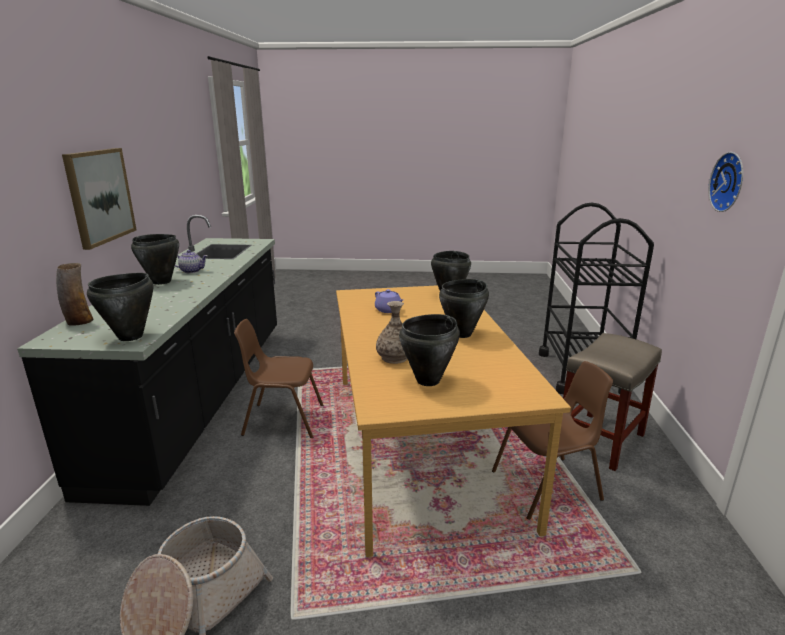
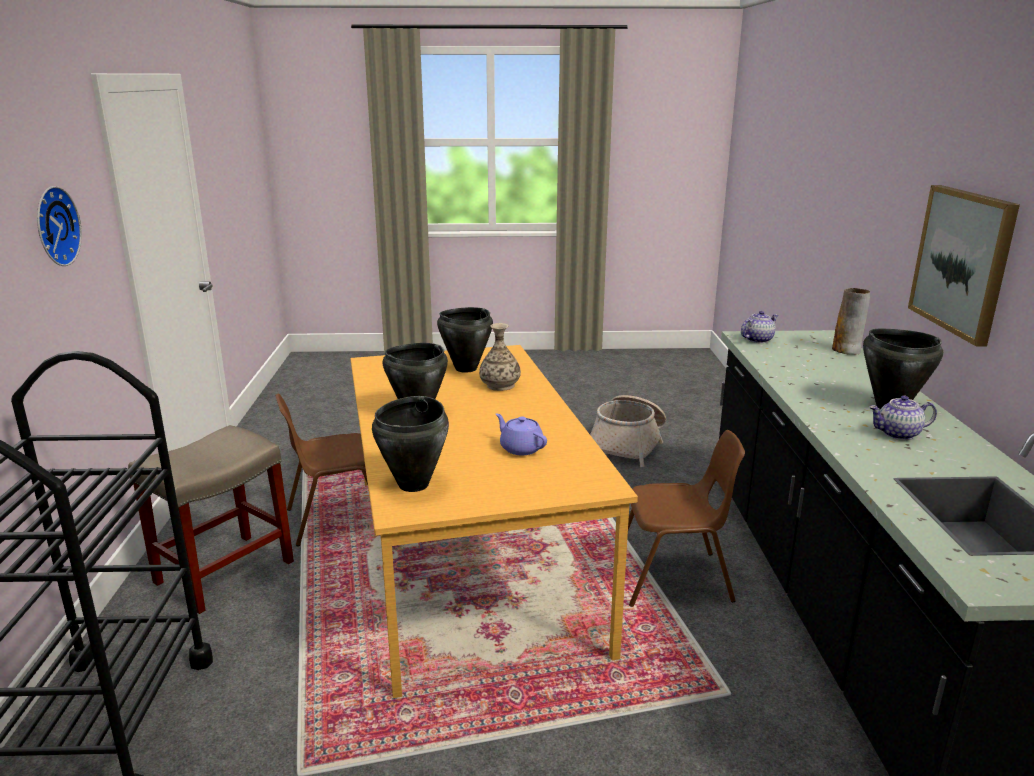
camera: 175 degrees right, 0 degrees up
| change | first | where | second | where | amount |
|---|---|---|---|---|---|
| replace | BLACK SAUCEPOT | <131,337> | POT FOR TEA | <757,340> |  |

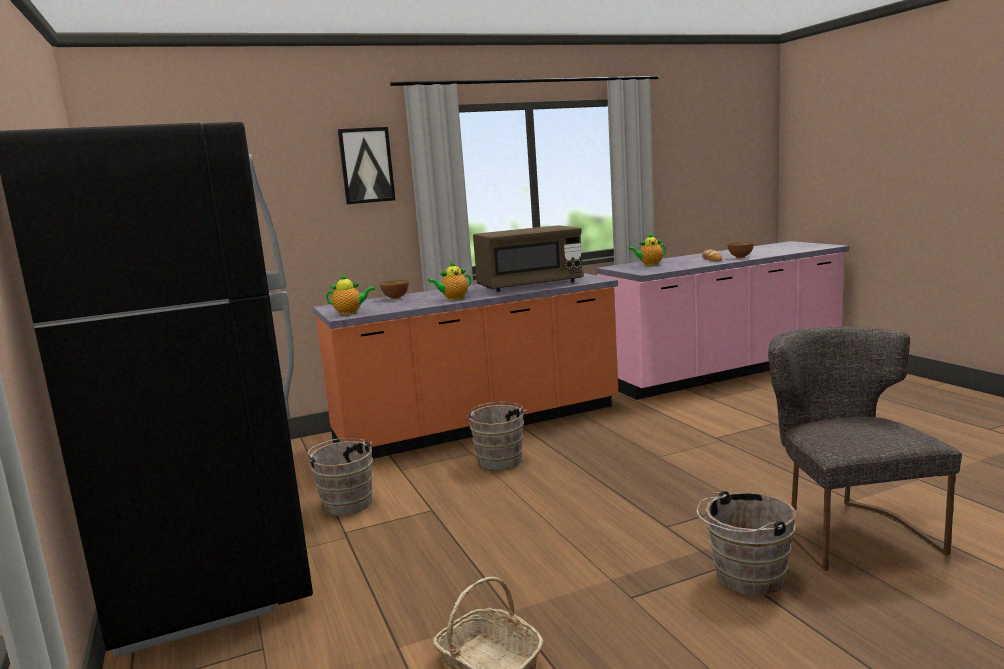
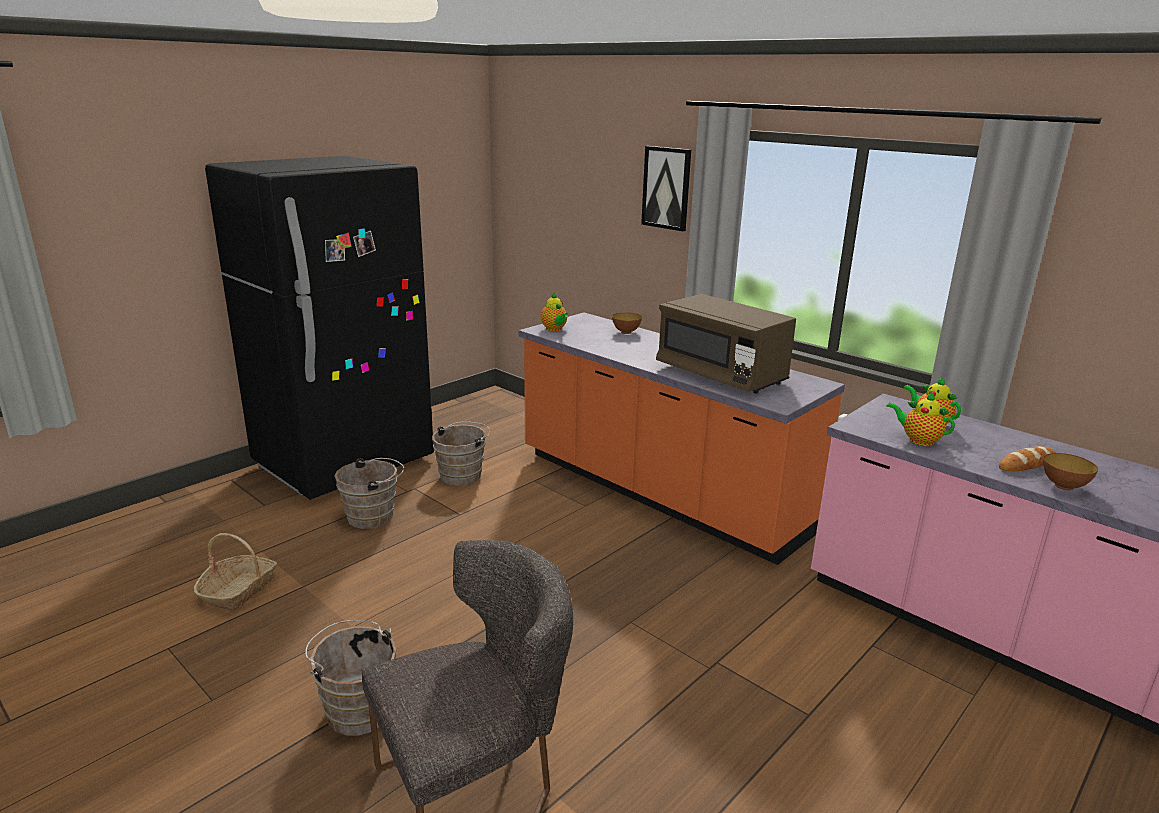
camera: 65 degrees right, 10 degrees up
| change | first | where | second | where | amount |
|---|---|---|---|---|---|
| move | BROWN-COLOURED WATER BUCKET | <500,459> |  | <374,516> |  |
| move | POT FOR TEA | <453,298> |  | <918,440> |  |

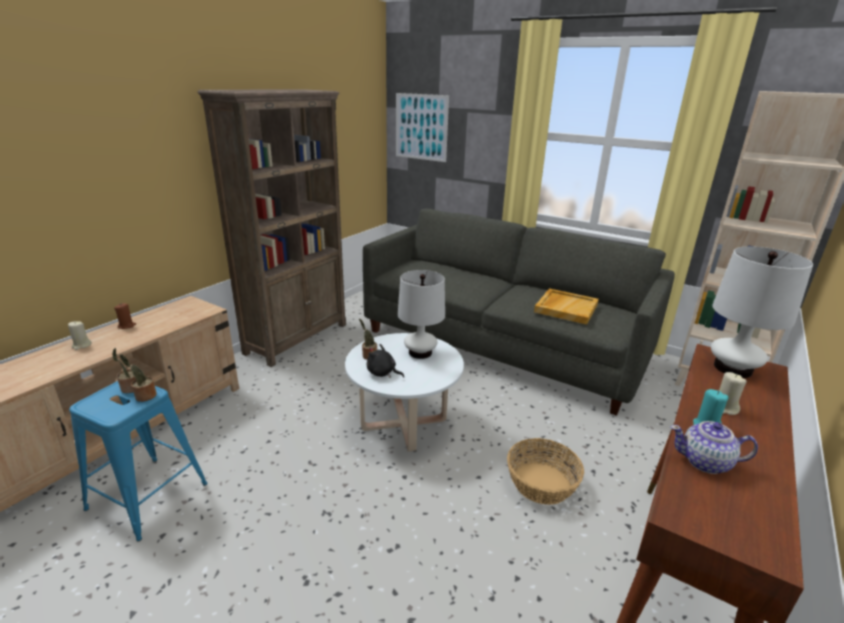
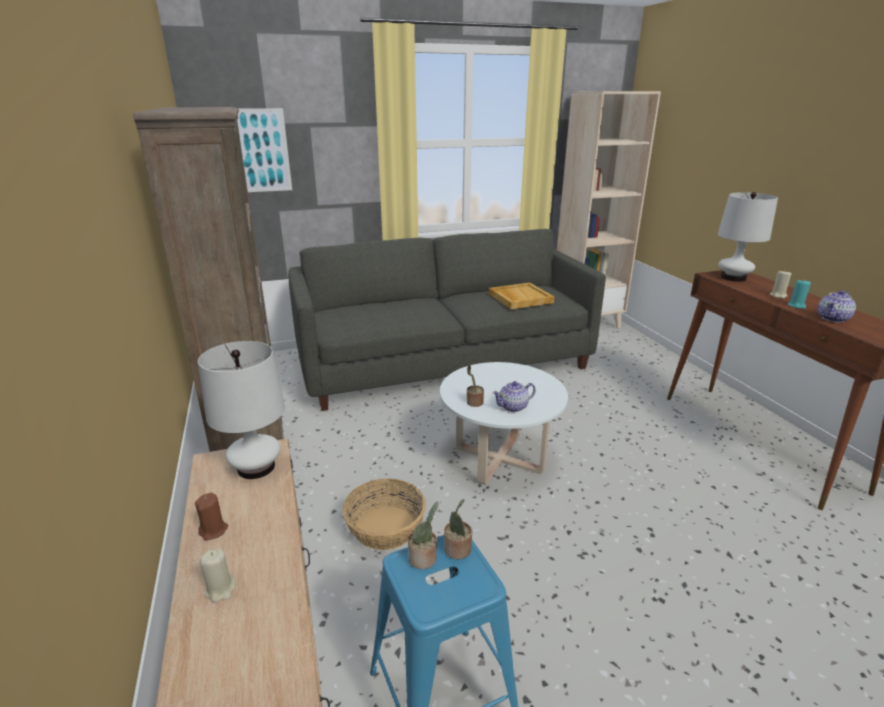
camera: 50 degrees left, 0 degrees up
| change | first | where | second | where | amount |
|---|---|---|---|---|---|
| move | WHITE TABLETOP LAMP | <420,352> |  | <256,467> |  |
| move | HOUSEHOLD BASKET | <541,483> |  | <385,527> |  |
| replace | BLACK PLUSH TOY | <382,373> | POT FOR TEA | <513,407> |  |

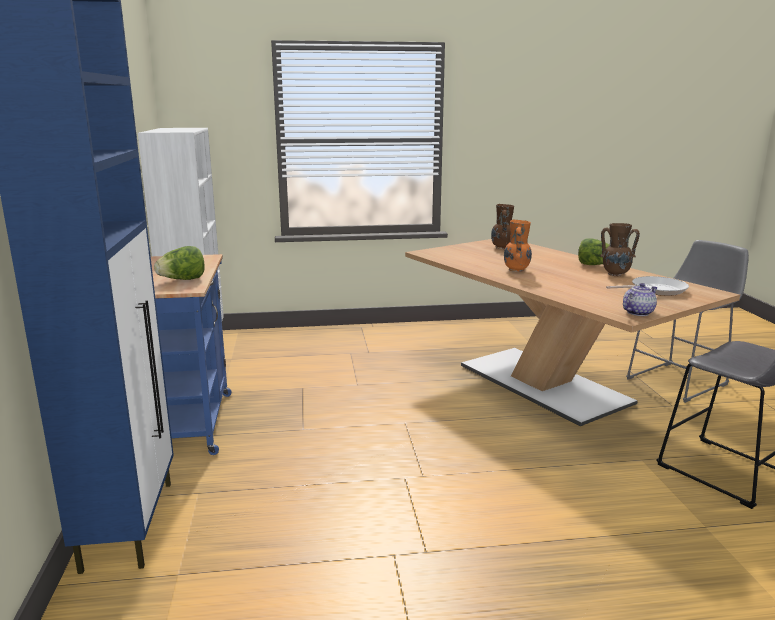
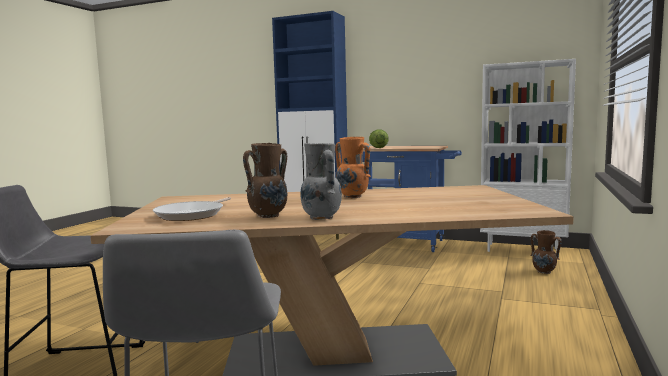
camera: 120 degrees right, 10 degrees down
| change | first | where | second | where | amount |
|---|---|---|---|---|---|
| replace | HEAD OF LETTUCE | <595,265> | GREY VASE | <321,218> |  |
| move | BROWN-COLOURED VASE | <502,248> |  | <544,272> |  |
| delete | POT FOR TEA | <637,312> |  |  |  |

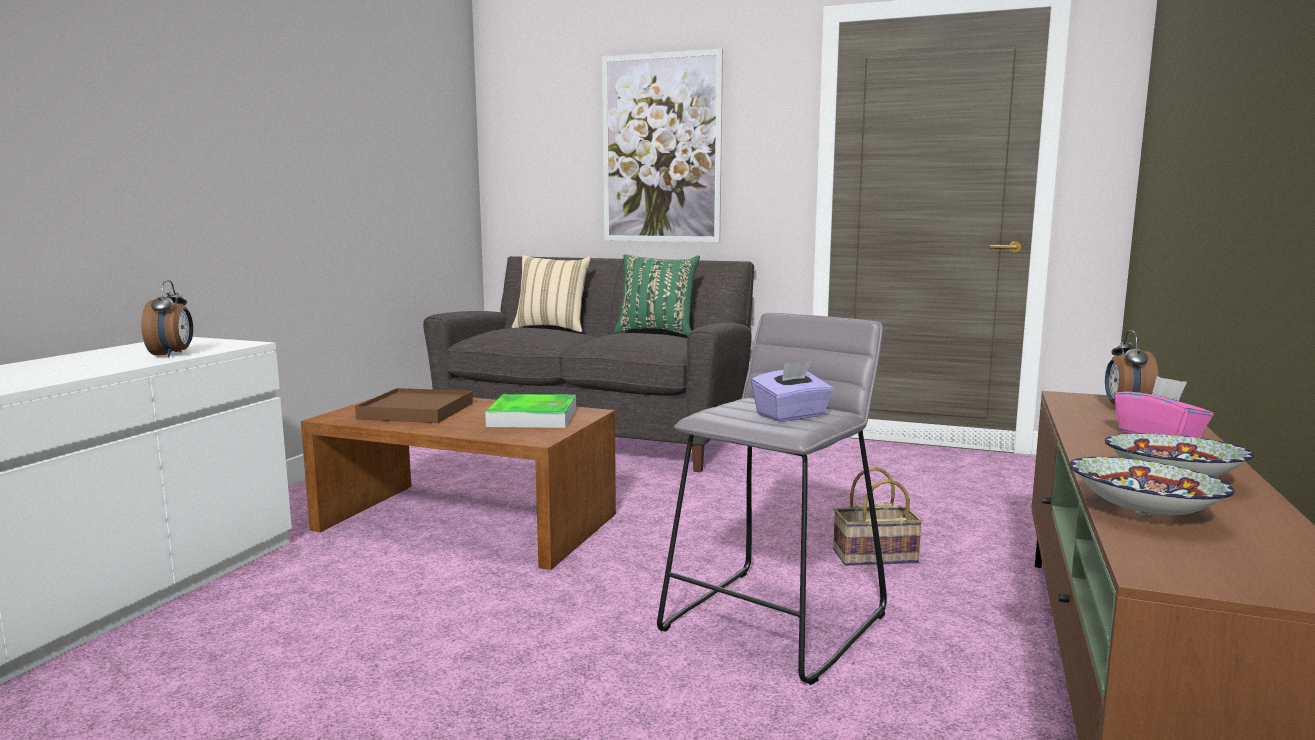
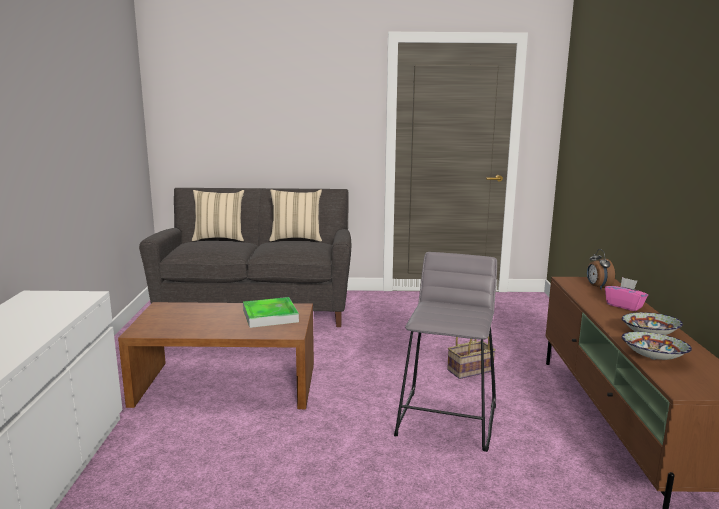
camera: 20 degrees left, 5 degrees up
| change | first | where | second | where | amount |
|---|---|---|---|---|---|
| recolor | GREENISH THROW PILLOW | <657,332> | BEIGE THROW PILLOW | <296,239> |  |
| delete | TABLE CLOCK | <172,354> |  |  |  |
| delete | BROWN-COLOURED SERVING TRAY | <416,411> |  |  |  |
| delete | WALL PICTURE | <661,149> |  |  |  |
| delete | PURPLE TISSUE BOX | <791,416> |  |  |  |

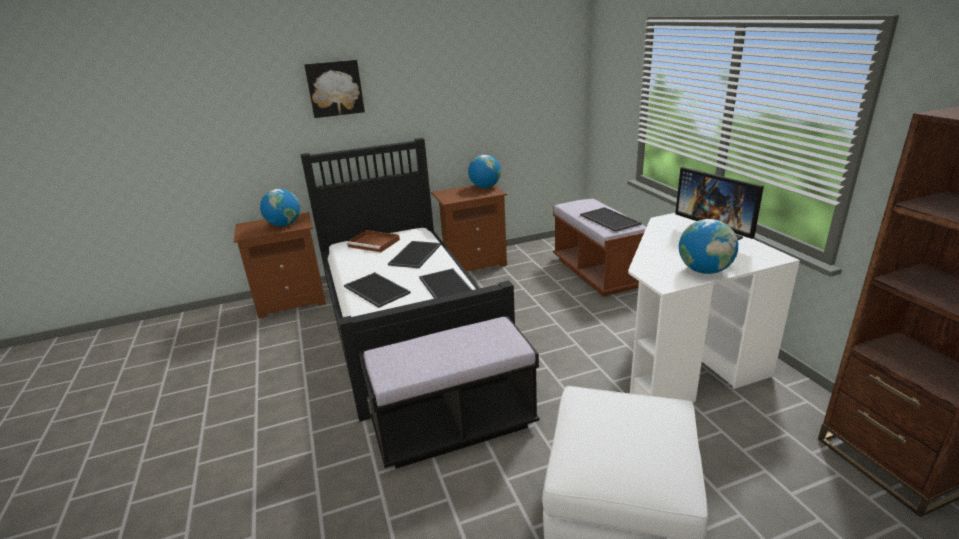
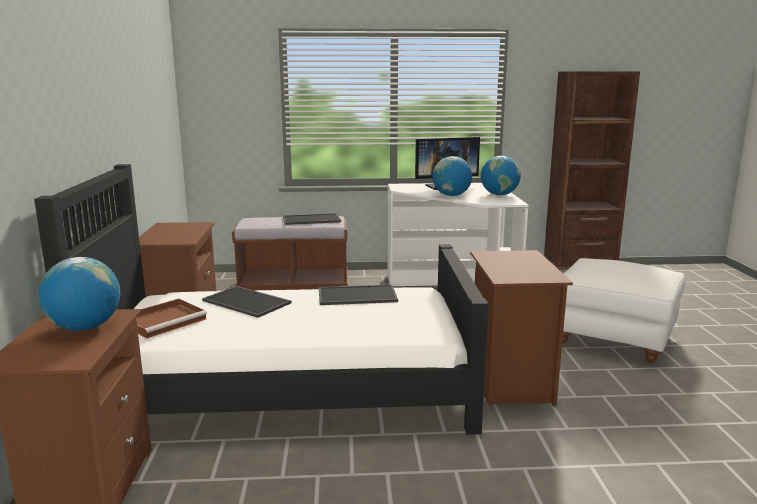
camera: 75 degrees left, 10 degrees down
| change | first | where | second | where | amount |
|---|---|---|---|---|---|
| move | GLOBE | <485,187> |  | <451,195> |  |
| replace | BLACK LONG SEAT | <454,426> | BROWN-COLOURED NIGHT TABLE | <508,382> |  |
| delete | WALL PICTURE | <335,88> |  |  |  |
| delete | SERVING TRAY | <375,290> |  |  |  |

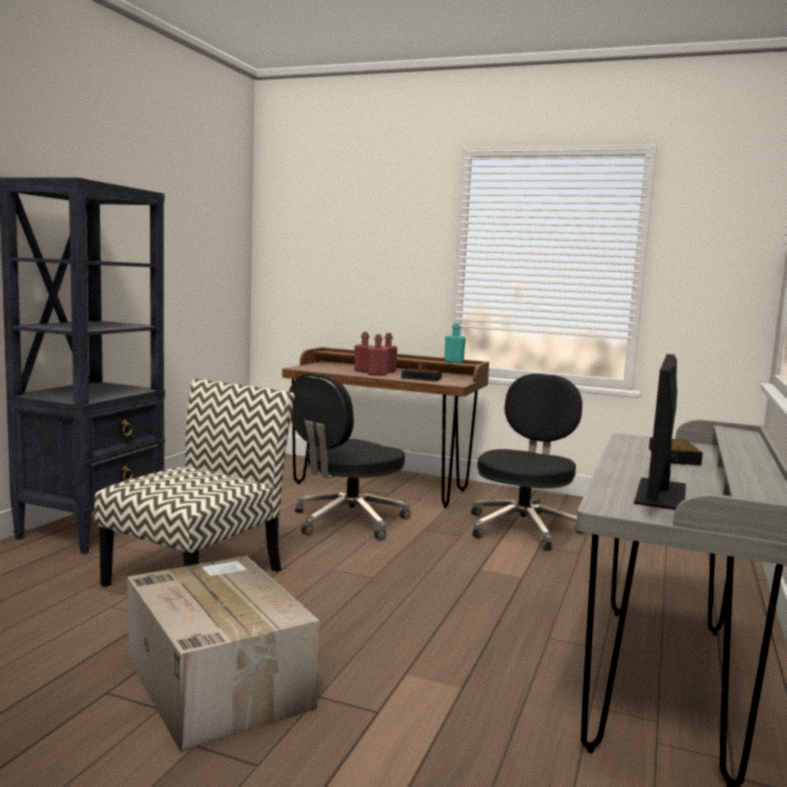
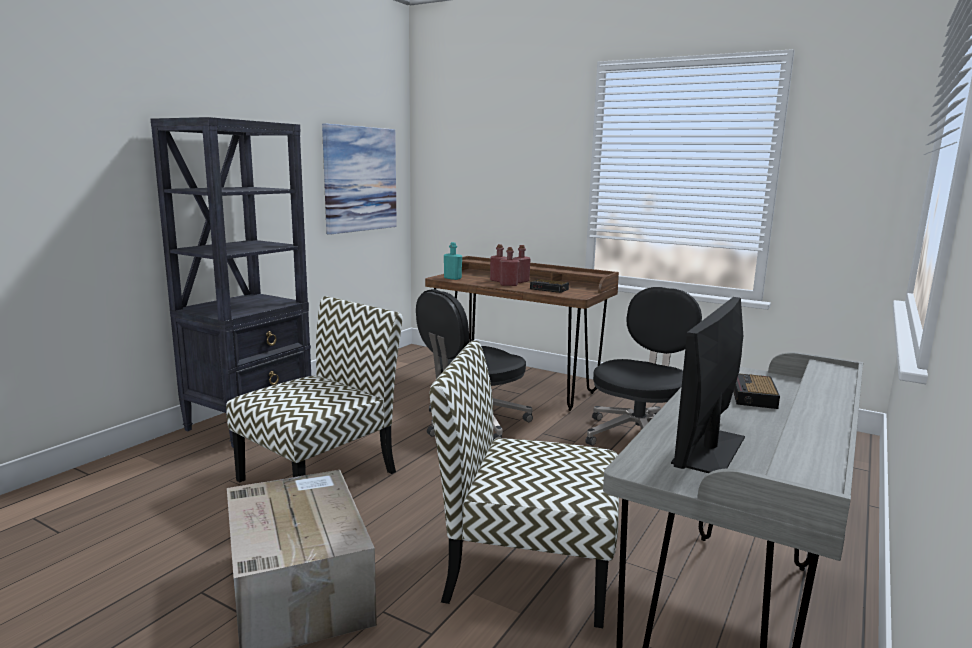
camera: 10 degrees right, 5 degrees up
| change | first | where | second | where | amount |
|---|---|---|---|---|---|
| insert |  |  | WALL PICTURE | <360,179> |  |
| insert |  |  | CHAIR | <526,570> |  |
| move | BLUE-GREEN BEVERAGE BOTTLE | <454,362> |  | <452,278> |  |

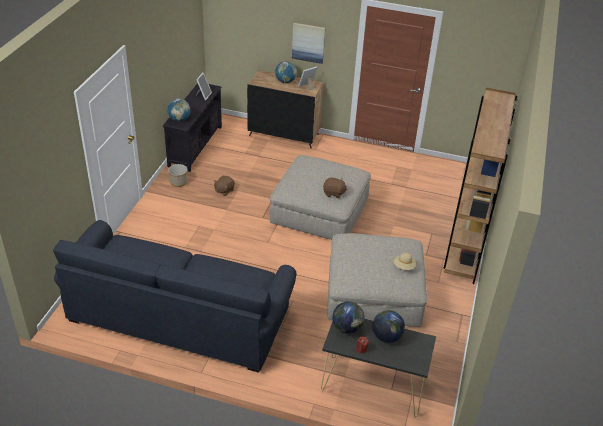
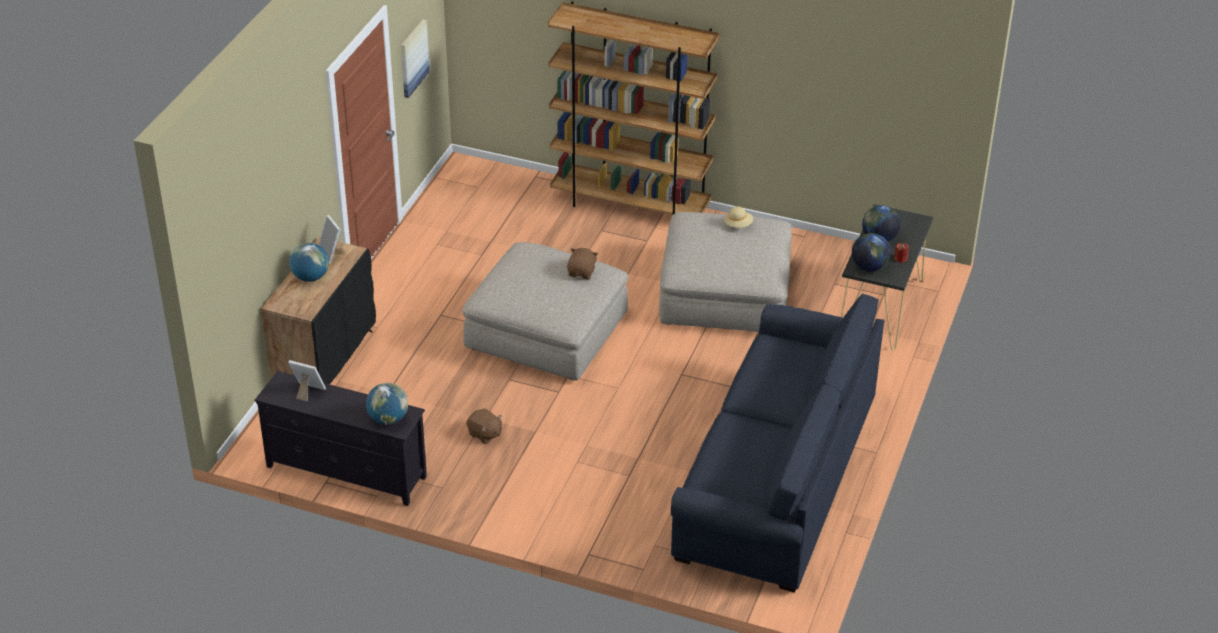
camera: 85 degrees left, 0 degrees up
| change | first | where | second | where | amount |
|---|---|---|---|---|---|
| move | WALL PICTURE | <308,42> |  | <413,58> |  |
| delete | FLOWER POT | <178,182> |  |  |  |

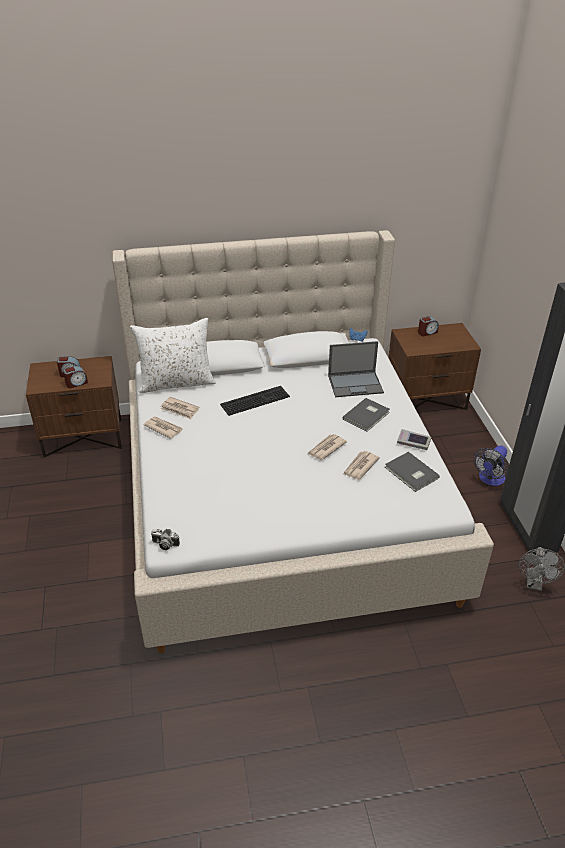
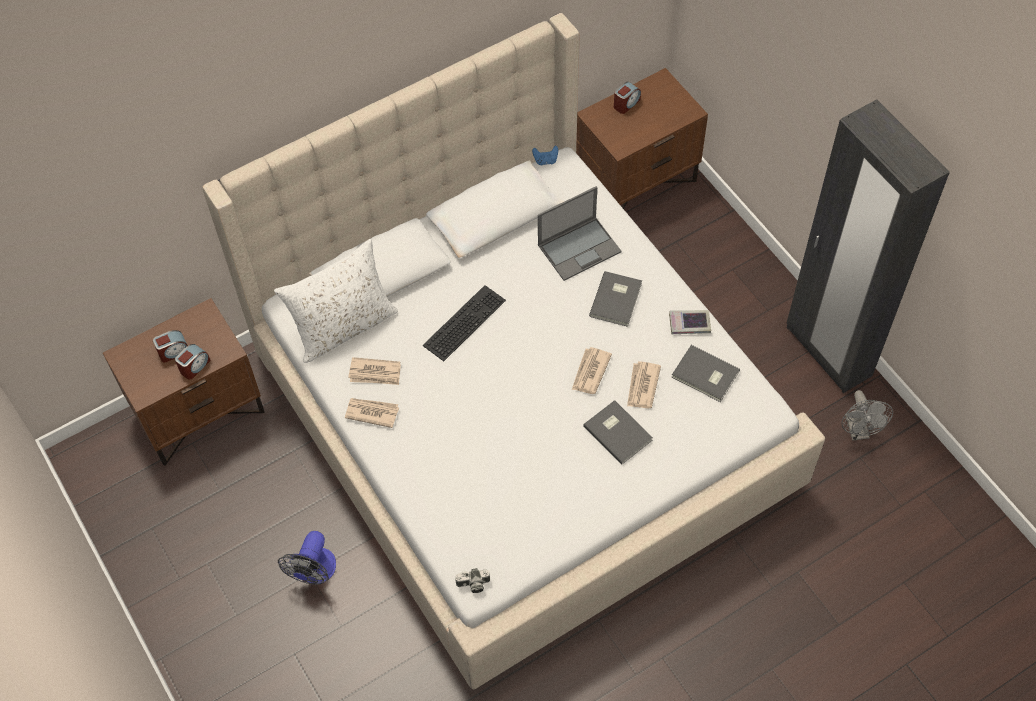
camera: 20 degrees left, 20 degrees up
| change | first | where | second | where | amount |
|---|---|---|---|---|---|
| move | FAN | <489,479> |  | <314,573> |  |
| insert |  |  | GREY BOOK | <618,432> |  |

